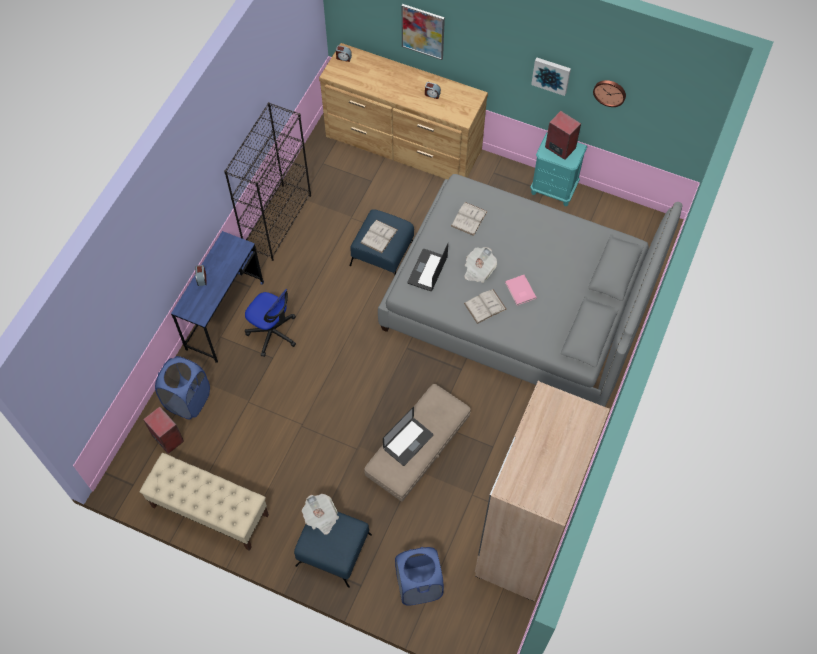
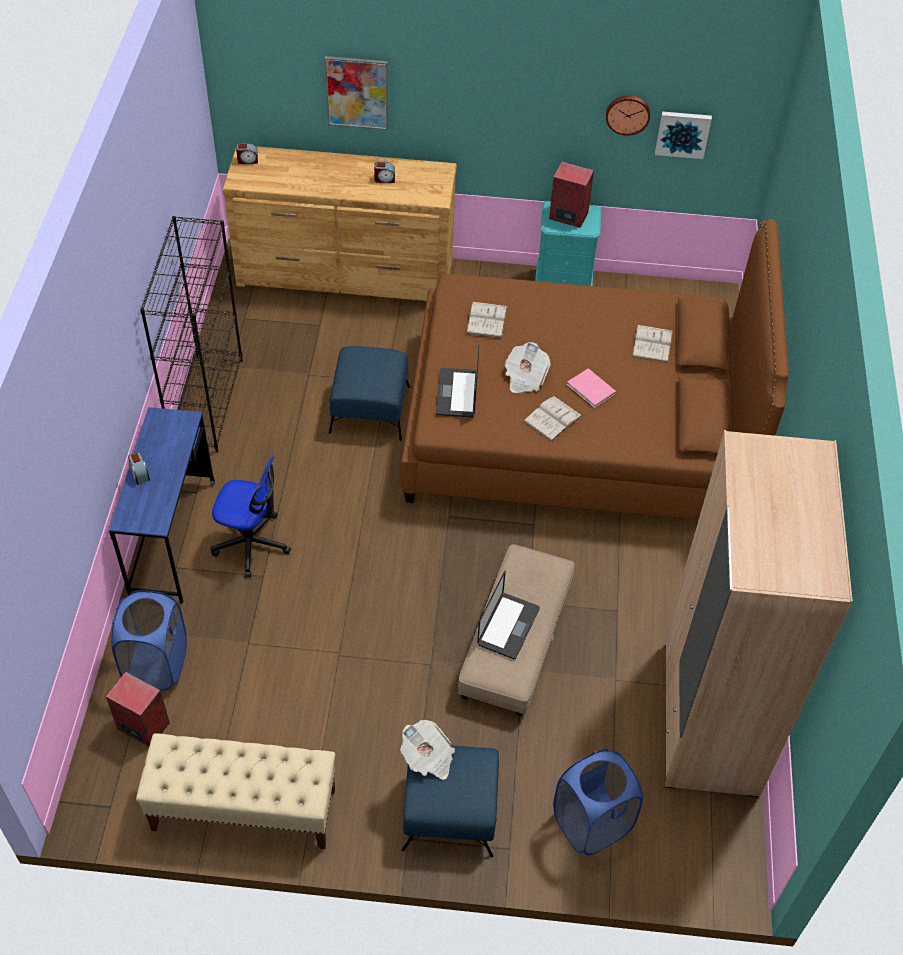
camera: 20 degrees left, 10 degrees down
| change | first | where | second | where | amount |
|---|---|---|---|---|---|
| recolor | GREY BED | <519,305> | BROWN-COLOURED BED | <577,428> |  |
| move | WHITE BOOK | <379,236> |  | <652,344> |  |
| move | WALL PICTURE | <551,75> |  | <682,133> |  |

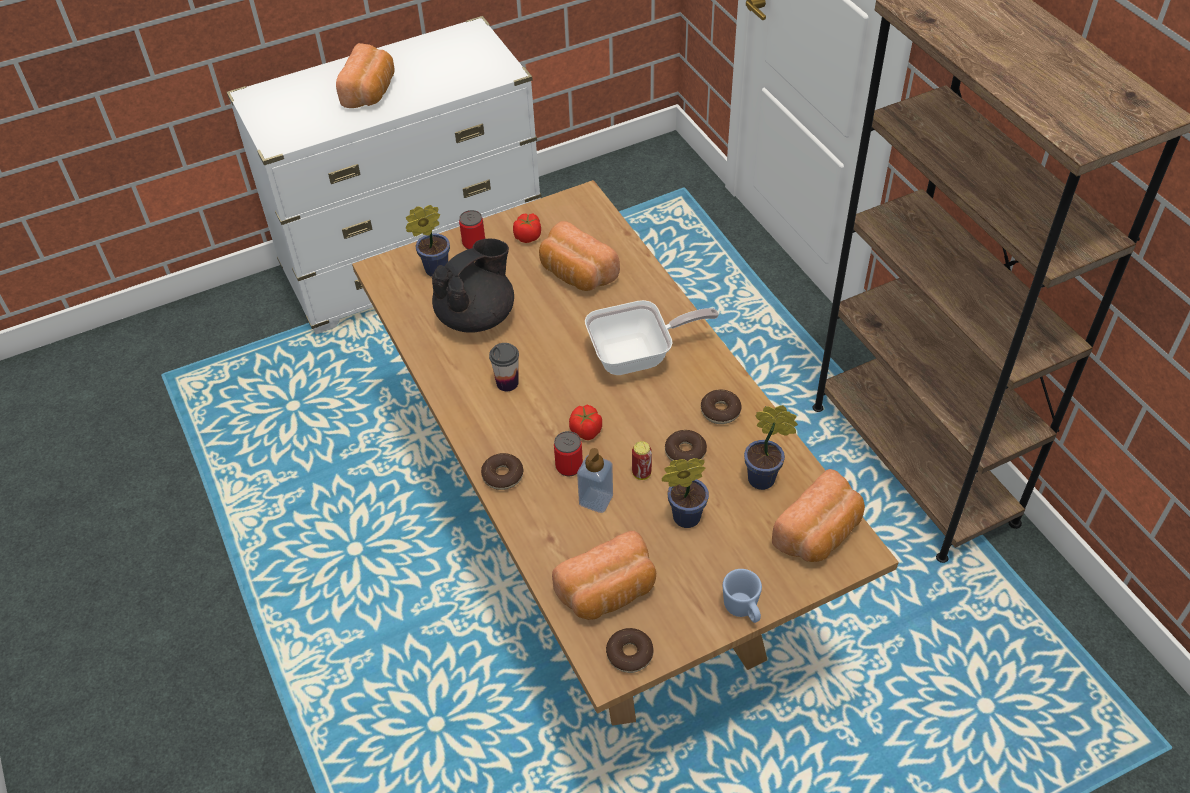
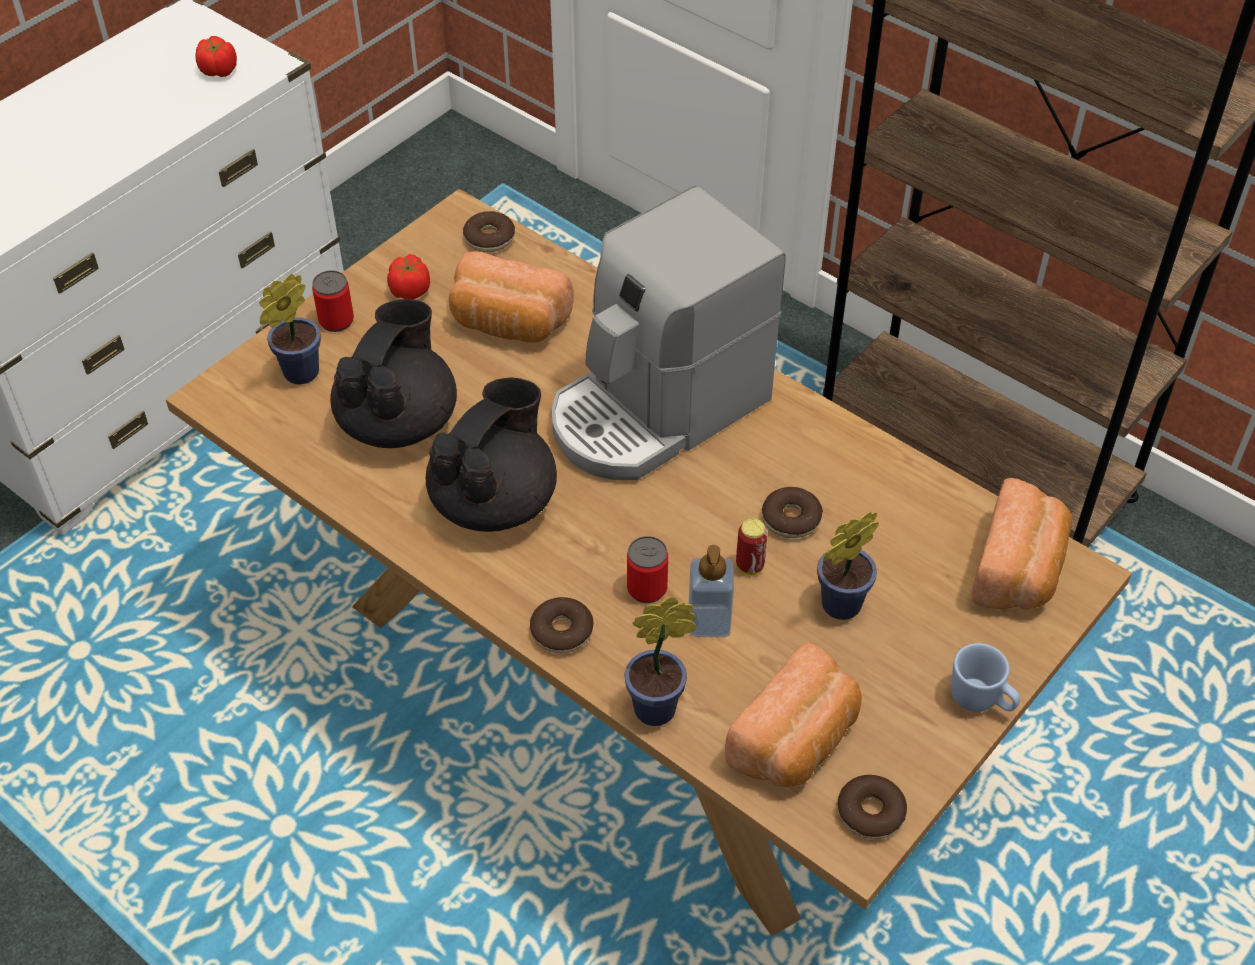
camera: 25 degrees left, 0 degrees up
| change | first | where | second | where | amount |
|---|---|---|---|---|---|
| move | FRESH TOMATO | <586,431> |  | <219,71> |  |
| replace | CUP | <507,383> | BLACK POT FOR TEA | <495,501> |  |
| move | RING DOUGHNUT | <720,411> |  | <489,238> |  |
| replace | SKILLET | <638,356> | COFFEE MACHINE | <656,410> |  |
| move | POTTED PLANT | <765,479> |  | <660,708> |  |
| delete | BAKED BREAD | <371,92> |  |  |  |

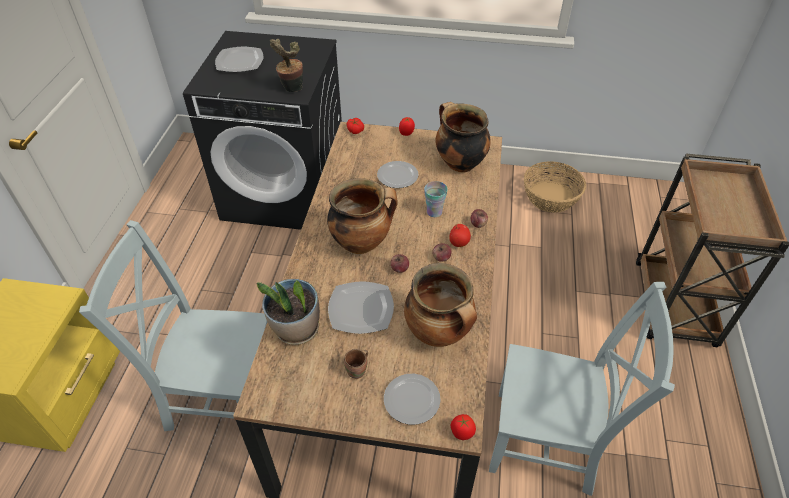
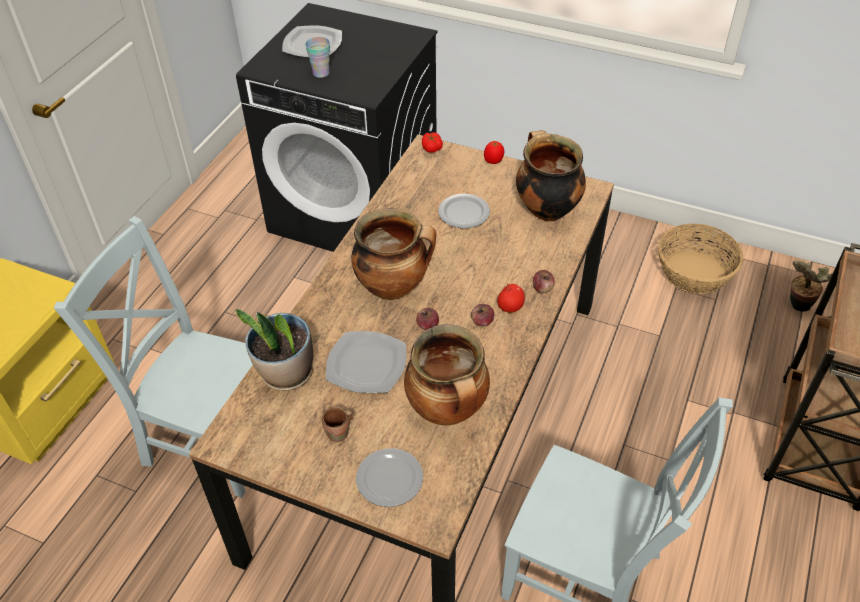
camera: 15 degrees right, 0 degrees up
| change | first | where | second | where | amount |
|---|---|---|---|---|---|
| move | CUP | <434,212> |  | <321,73> |  |
| move | POTTED PLANT | <291,89> |  | <797,306> |  |
| delete | FRESH TOMATO | <461,433> |  |  |  |

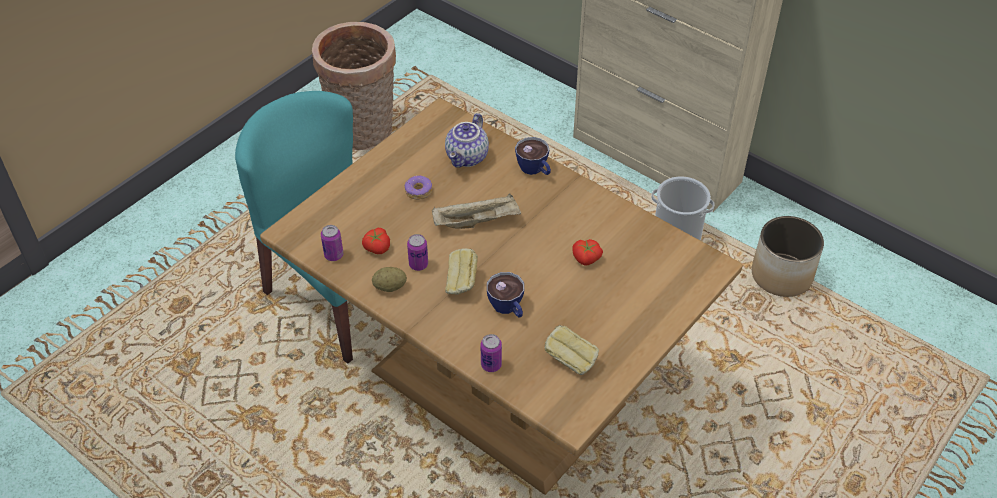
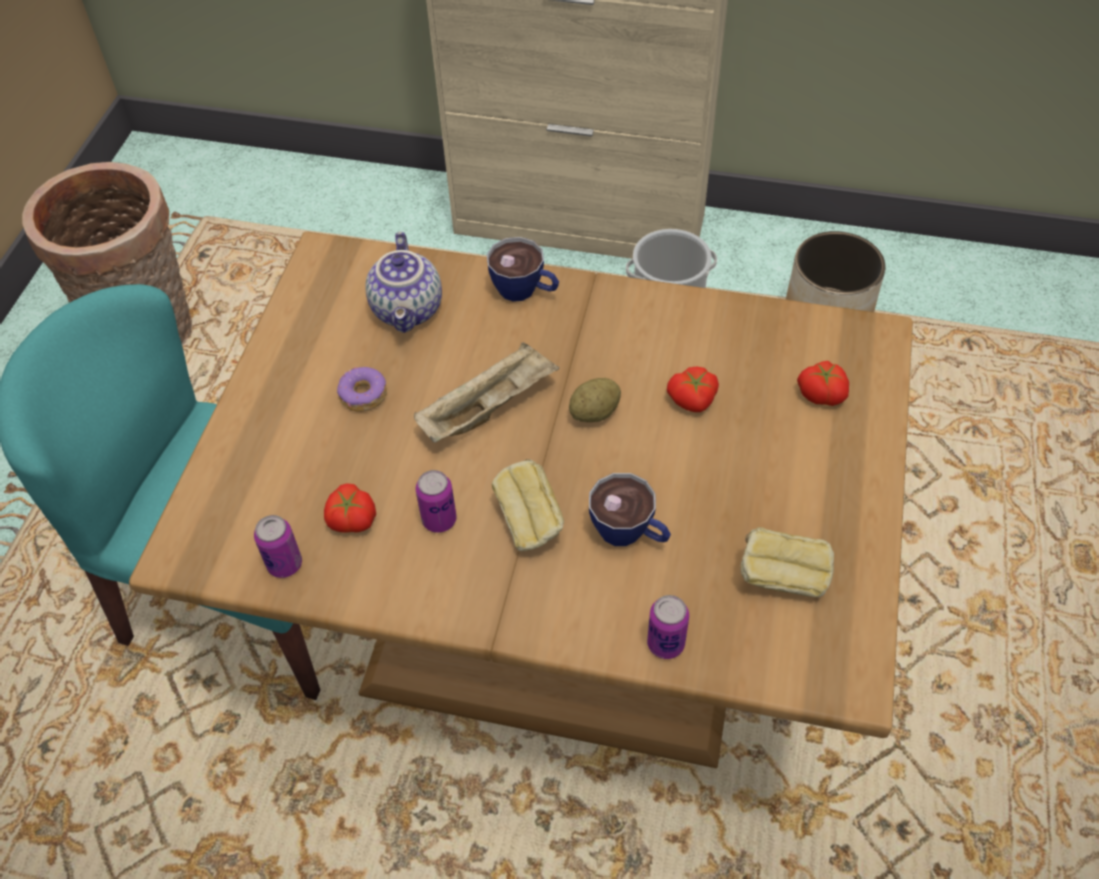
camera: 25 degrees left, 5 degrees up
| change | first | where | second | where | amount |
|---|---|---|---|---|---|
| move | WHOLE POTATO | <390,287> |  | <594,413> |  |
| insert |  |  | FRESH TOMATO | <822,393> |  |

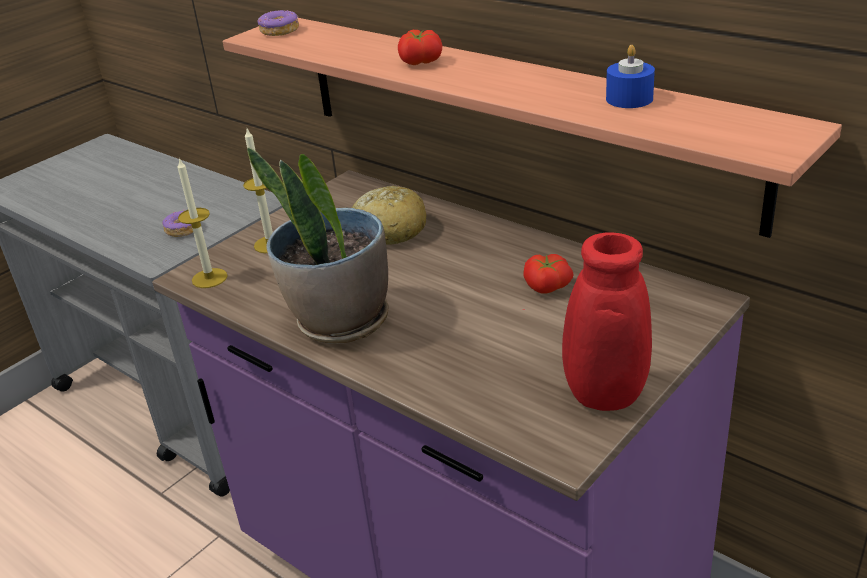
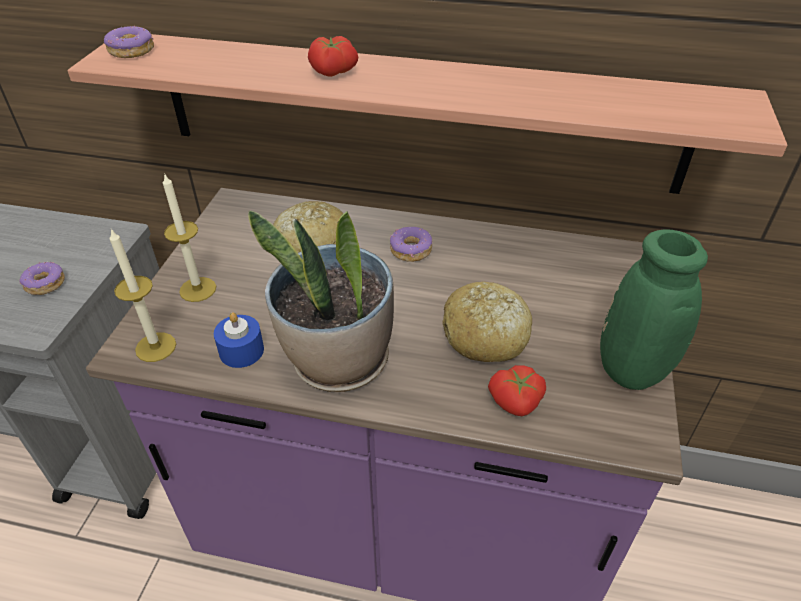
camera: 30 degrees left, 10 degrees up
| change | first | where | second | where | amount |
|---|---|---|---|---|---|
| move | BLUE-COLOURED WAX LIGHT | <629,99> |  | <241,351> |  |
| insert |  |  | RING DOUGHNUT | <410,250> |  |
| insert |  |  | BAKED BREAD | <485,335> |  |
| move | FRESH TOMATO | <546,287> |  | <516,402> |  |
| recolor | RED VASE | <599,398> | GREENISH VASE | <629,376> |  |

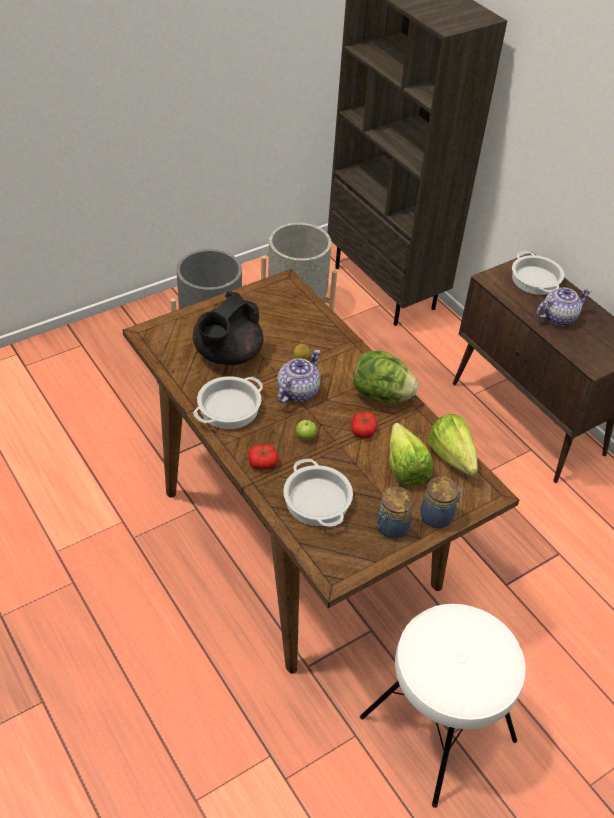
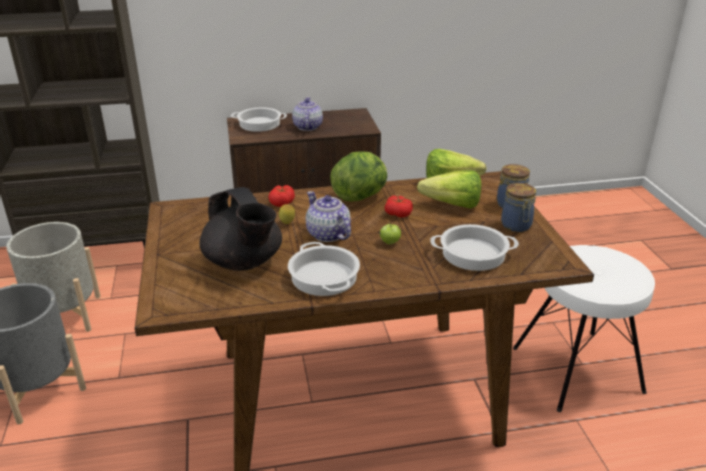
camera: 65 degrees left, 15 degrees down
| change | first | where | second | where | amount |
|---|---|---|---|---|---|
| move | FRESH TOMATO | <263,463> |  | <282,202> |  |

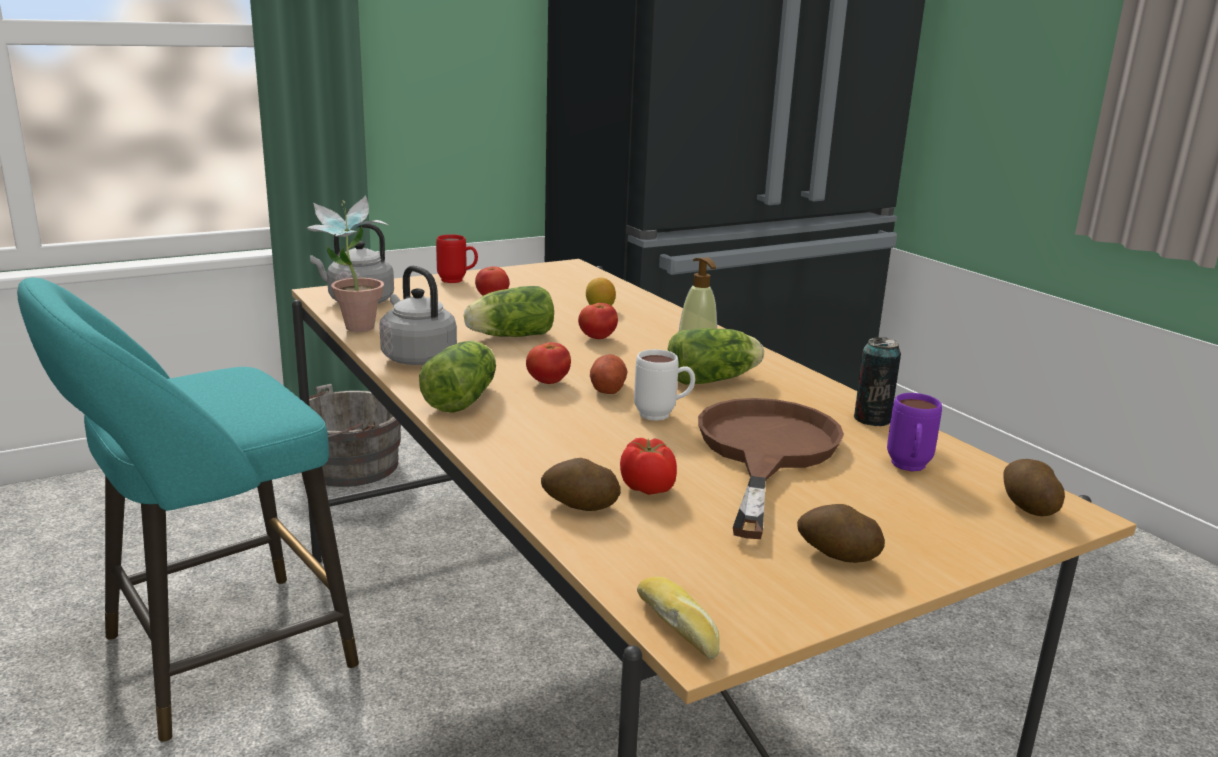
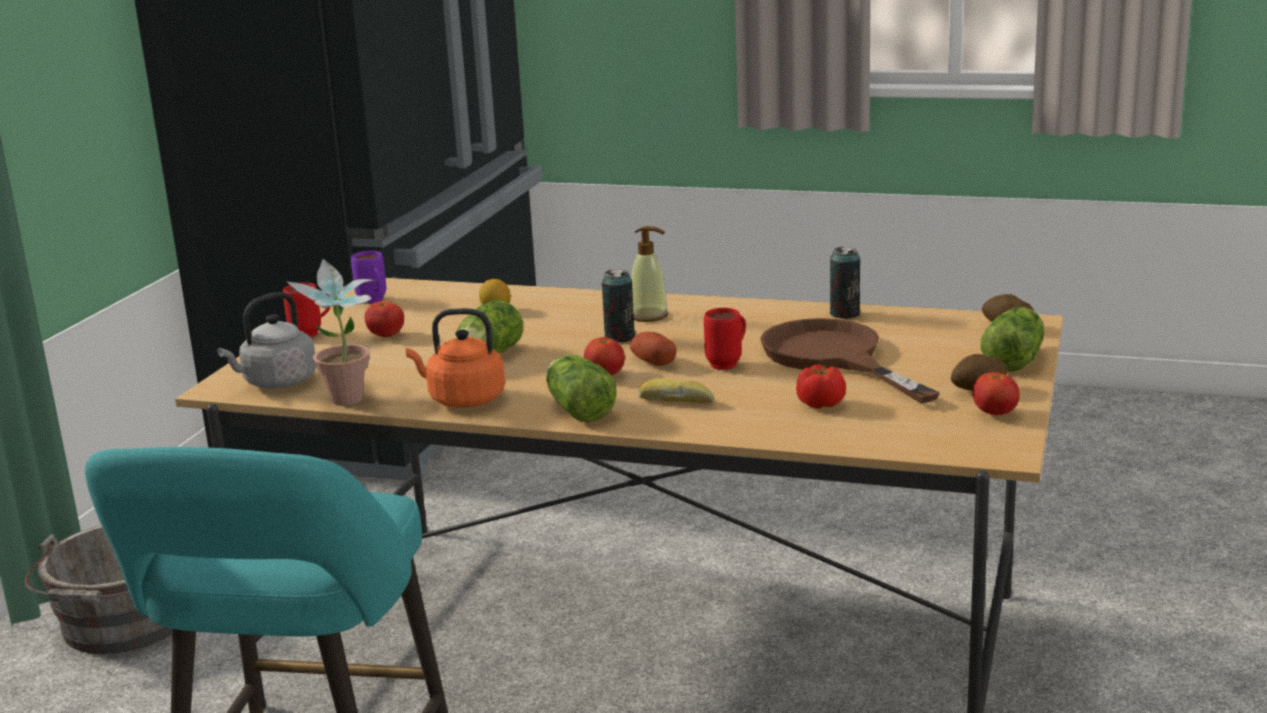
camera: 40 degrees left, 0 degrees up
| change | first | where | second | where | amount |
|---|---|---|---|---|---|
| move | PURPLE MUG | <908,469> |  | <374,302> |  |
| recolor | GREY KETTLE | <416,357> | ORANGEY KETTLE | <462,400> |  |
| insert |  |  | SEALED CAN | <619,338> |  |
| move | BAKED BREAD | <680,627> |  | <676,401> |  |
| recolor | WHITE MUG | <663,415> | RED MUG | <728,363> |  |
| move | FRESH TOMATO | <597,338> |  | <995,414> |  |
| move | HEAD OF LETTUCE | <715,379> |  | <1015,359> |  |
| delete | WHOLE POTATO | <579,506> |  |  |  |

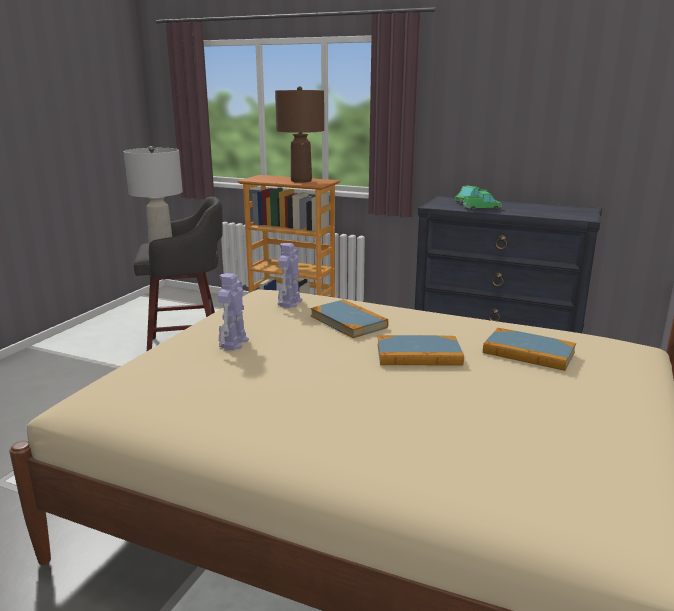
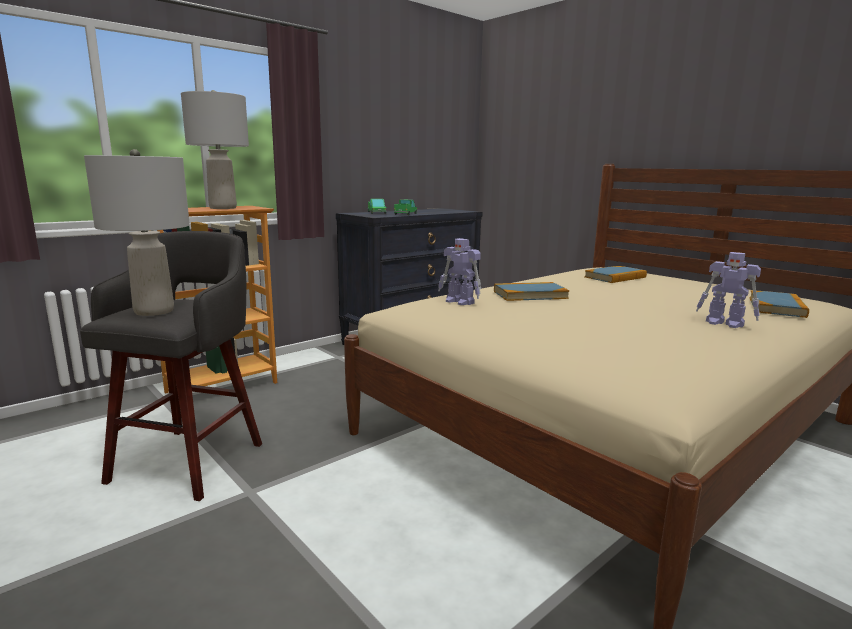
camera: 65 degrees left, 5 degrees down
| change | first | where | second | where | amount |
|---|---|---|---|---|---|
| recolor | BROWN-COLOURED TABLETOP LAMP | <301,181> | GREY TABLETOP LAMP | <223,208> |  |
| move | ROBOT FIGURE | <233,343> |  | <725,323> |  |
| move | BOOK | <418,355> |  | <776,307> |  |

